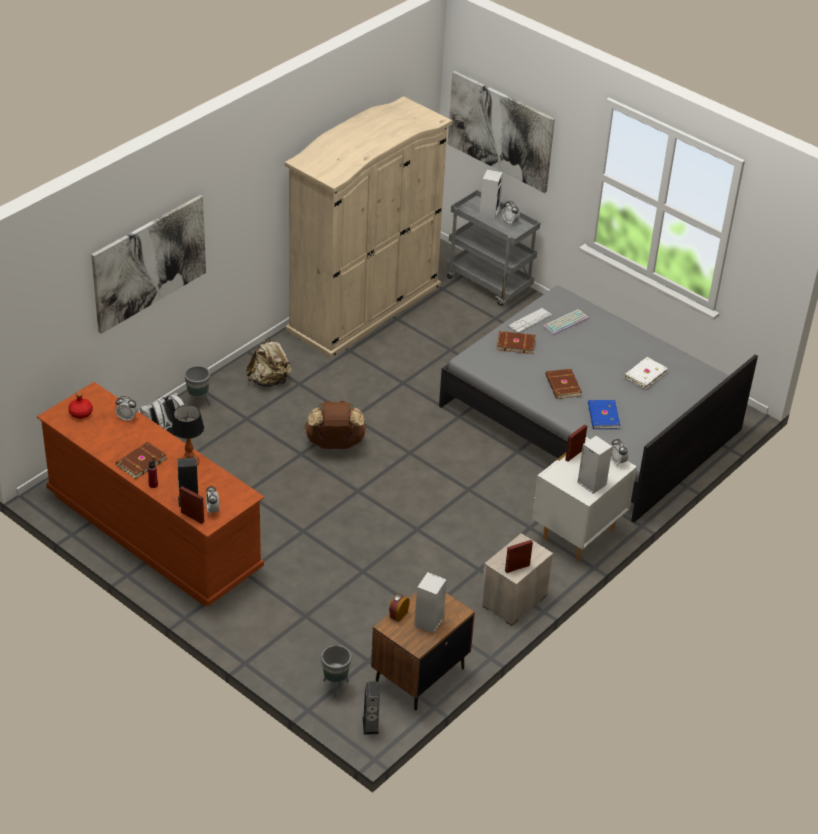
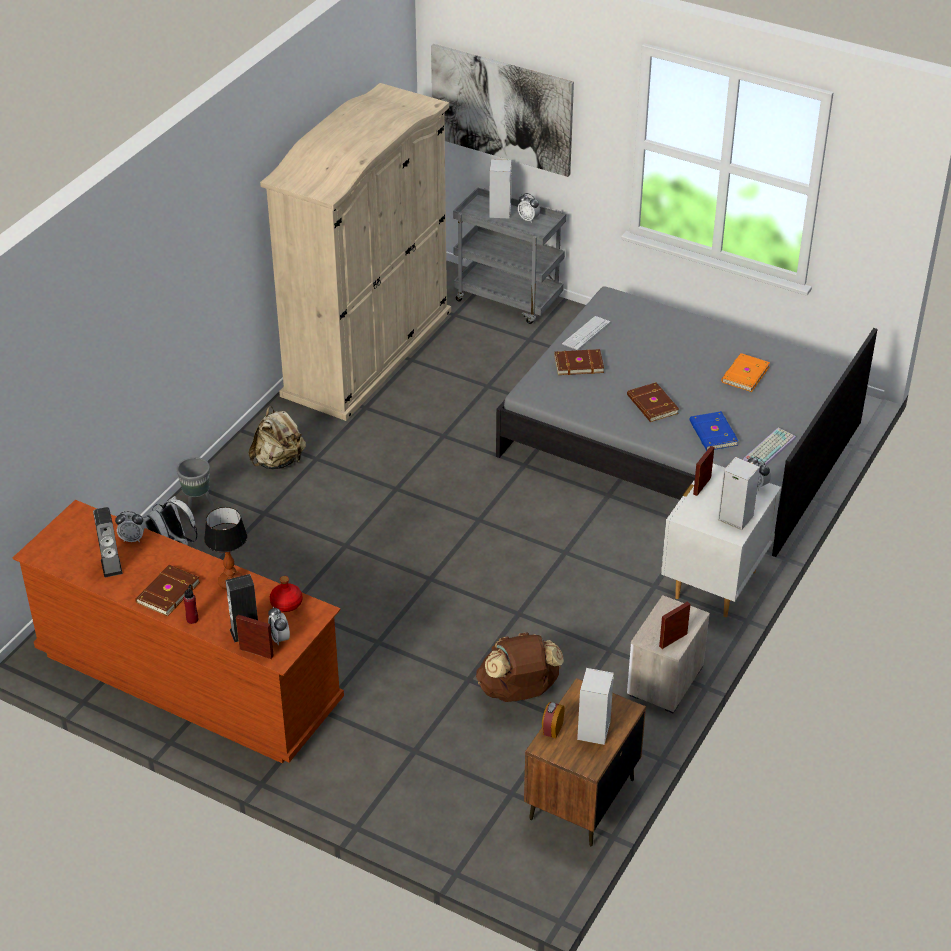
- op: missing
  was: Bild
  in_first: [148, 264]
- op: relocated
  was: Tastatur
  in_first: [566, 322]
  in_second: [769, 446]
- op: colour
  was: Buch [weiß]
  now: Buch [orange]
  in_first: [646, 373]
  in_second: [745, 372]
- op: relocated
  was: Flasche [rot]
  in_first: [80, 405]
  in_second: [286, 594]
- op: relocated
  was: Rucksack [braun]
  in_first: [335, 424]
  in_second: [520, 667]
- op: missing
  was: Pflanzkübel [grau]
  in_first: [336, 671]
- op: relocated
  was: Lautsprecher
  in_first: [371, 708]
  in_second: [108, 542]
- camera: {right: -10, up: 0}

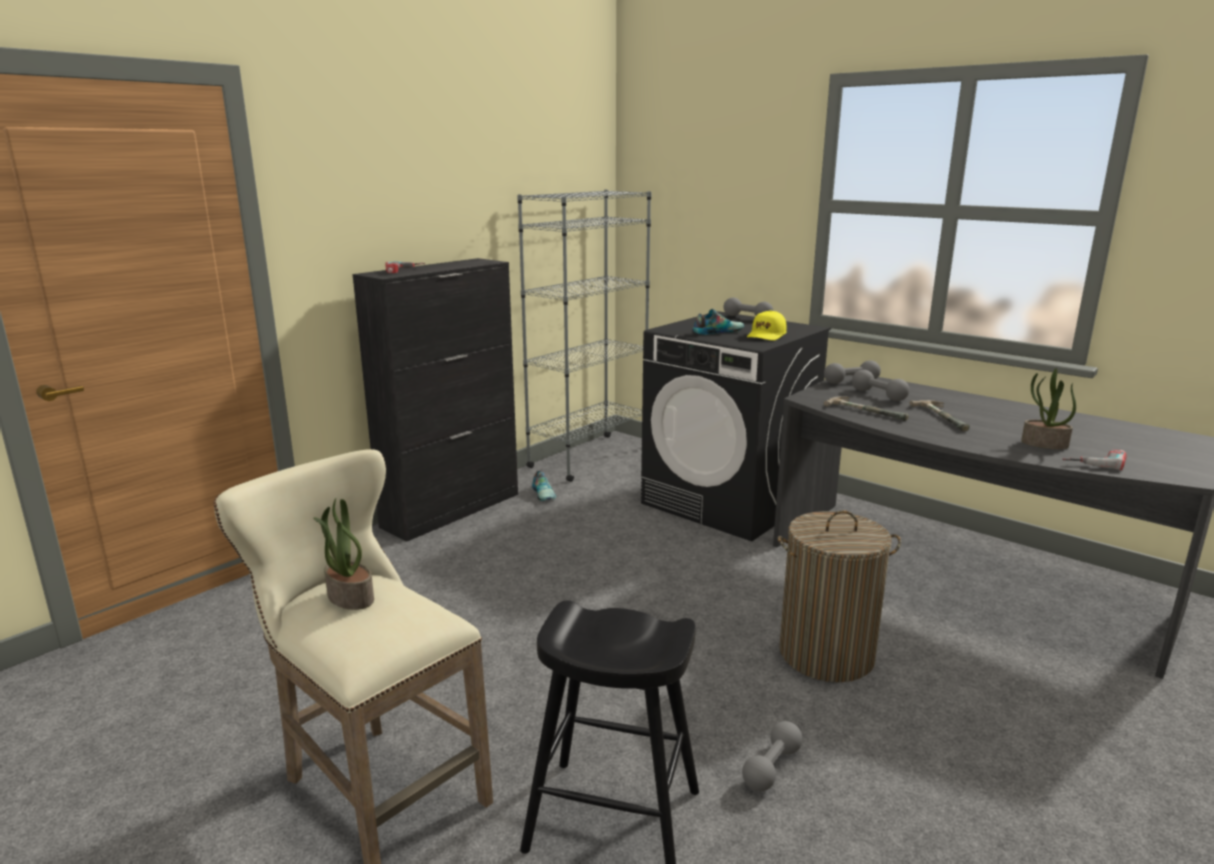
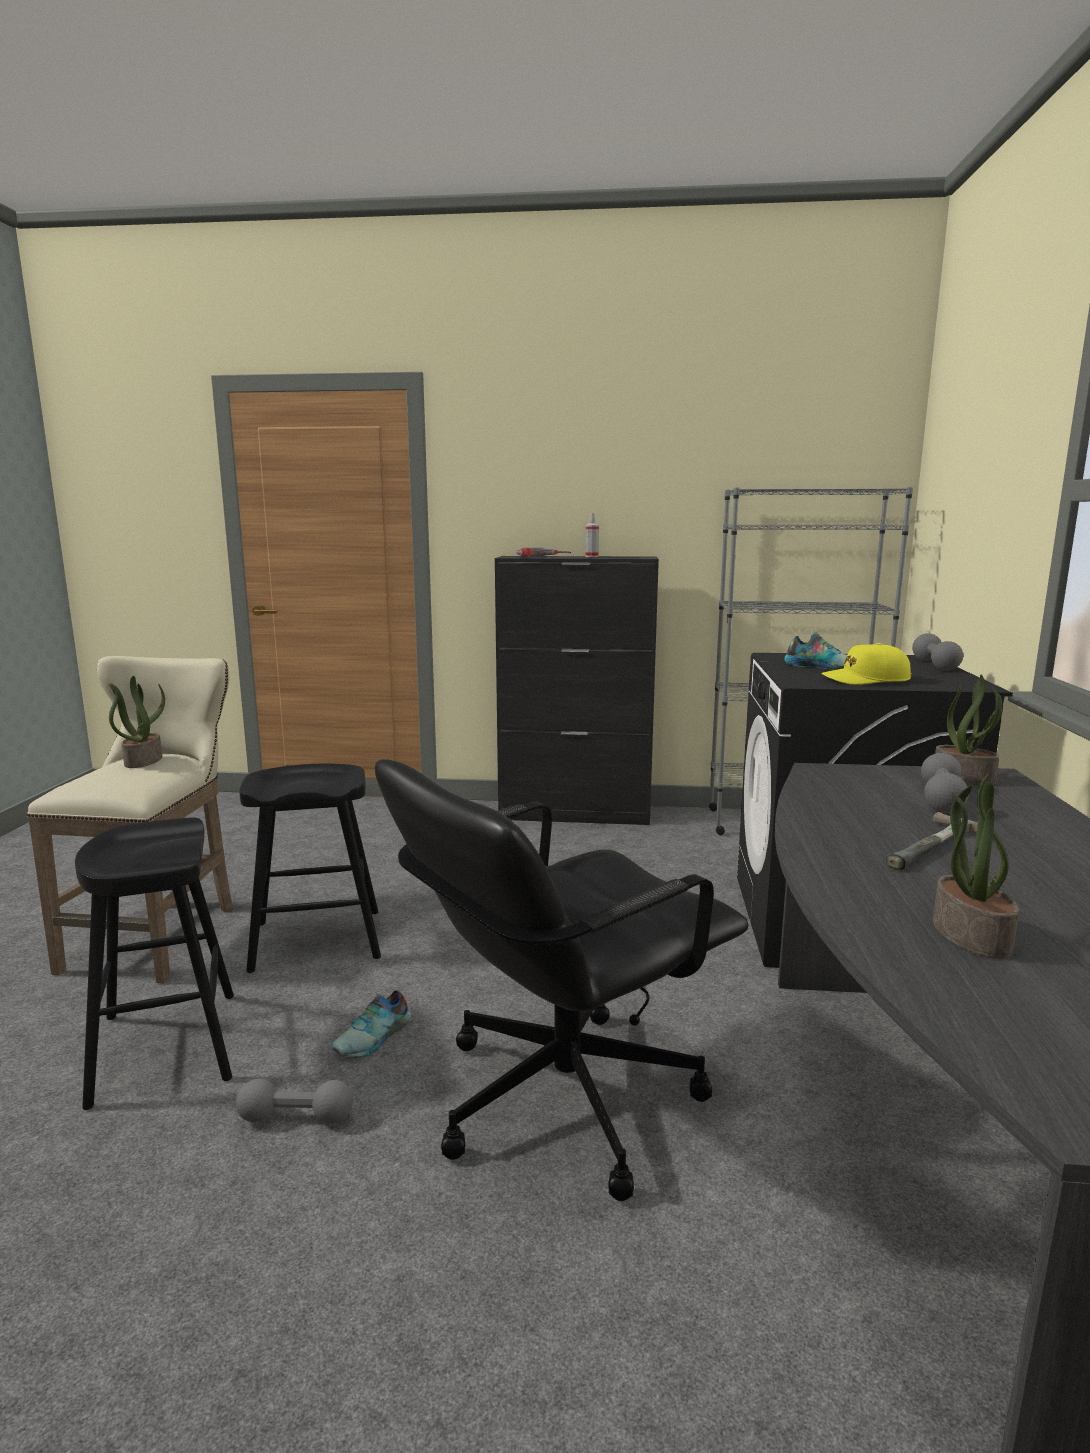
- op: exchanged
  was: Hantel [grau]
  now: Topfpflanze
  in_first: [852, 372]
  in_second: [968, 730]
- op: missing
  was: Hammer
  in_first: [866, 409]
- op: missing
  was: Bohrmaschine
  in_first: [1094, 460]
- op: relocated
  was: Schuh
  in_first: [544, 486]
  in_second: [371, 1024]
- op: exchanged
  was: Wäschekorb
  now: Bürostuhl [schwarz]
  in_first: [839, 596]
  in_second: [562, 980]
- op: appeared
  now: Sprühflasche
  in_second: [592, 535]
- op: appeared
  now: Hocker [schwarz]
  in_second: [310, 868]
- camera: {right: 55, up: -5}

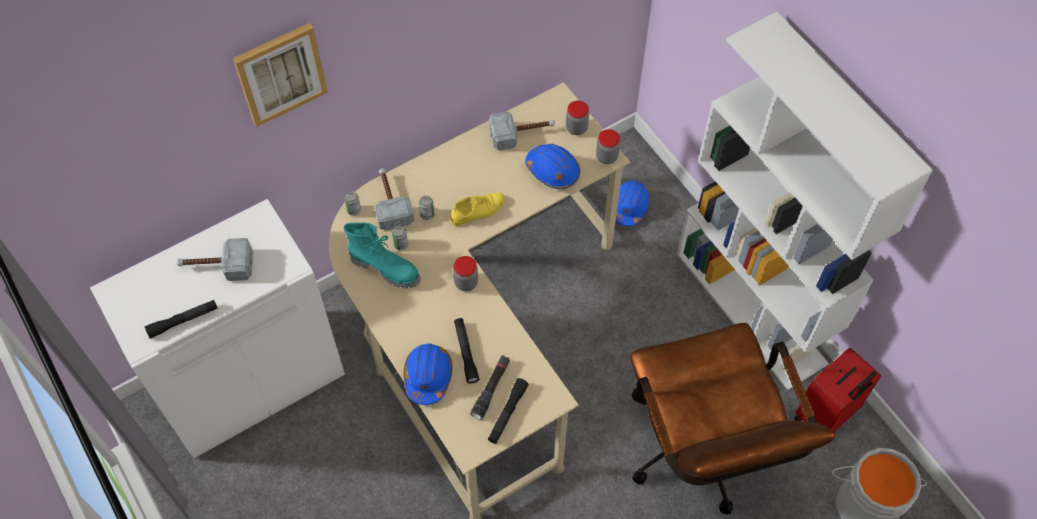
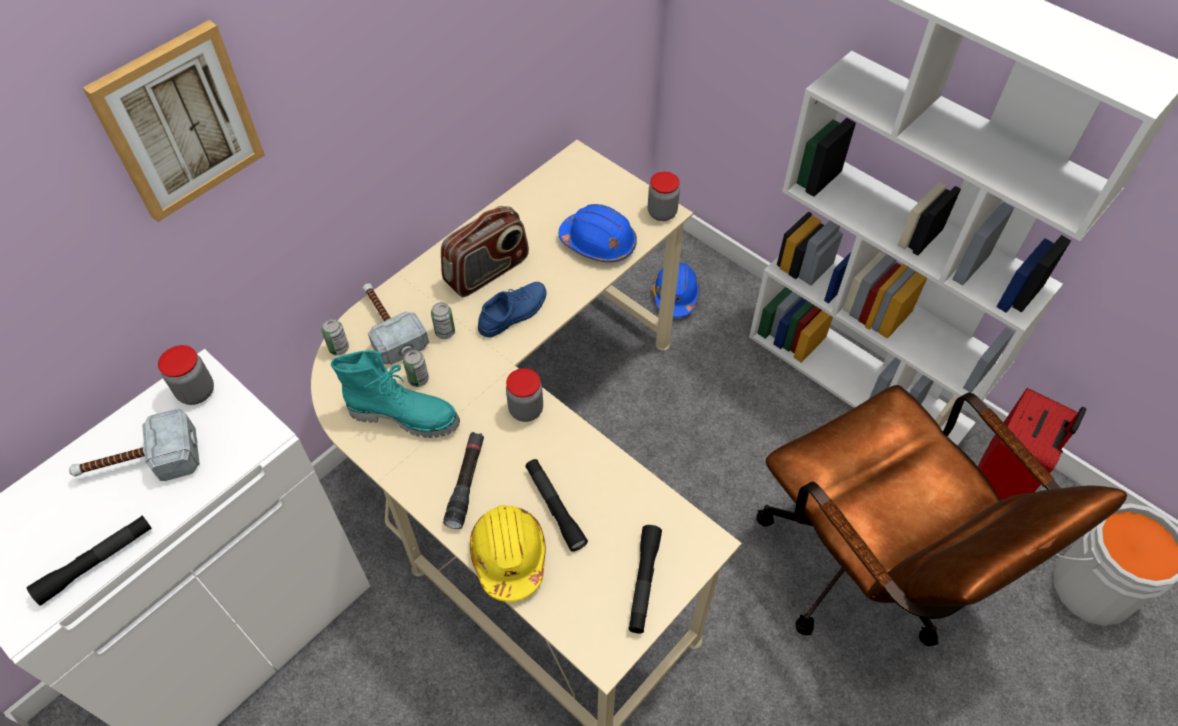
- op: relocated
  was: Vorratsglas
  in_first: [577, 118]
  in_second: [186, 375]
- op: missing
  was: Hammer
  in_first: [522, 131]
- op: colour
  was: Schuh [gelb]
  now: Schuh [blau]
  in_first: [477, 209]
  in_second: [512, 310]
- op: colour
  was: Schutzhelm [blau]
  now: Schutzhelm [gelb]
  in_first: [427, 374]
  in_second: [508, 553]
- op: relocated
  was: Taschenlampe [schwarz]
  in_first: [490, 387]
  in_second: [463, 480]
- op: appeared
  now: Radio
  in_second: [485, 251]
- camera: {right: -15, up: -5}

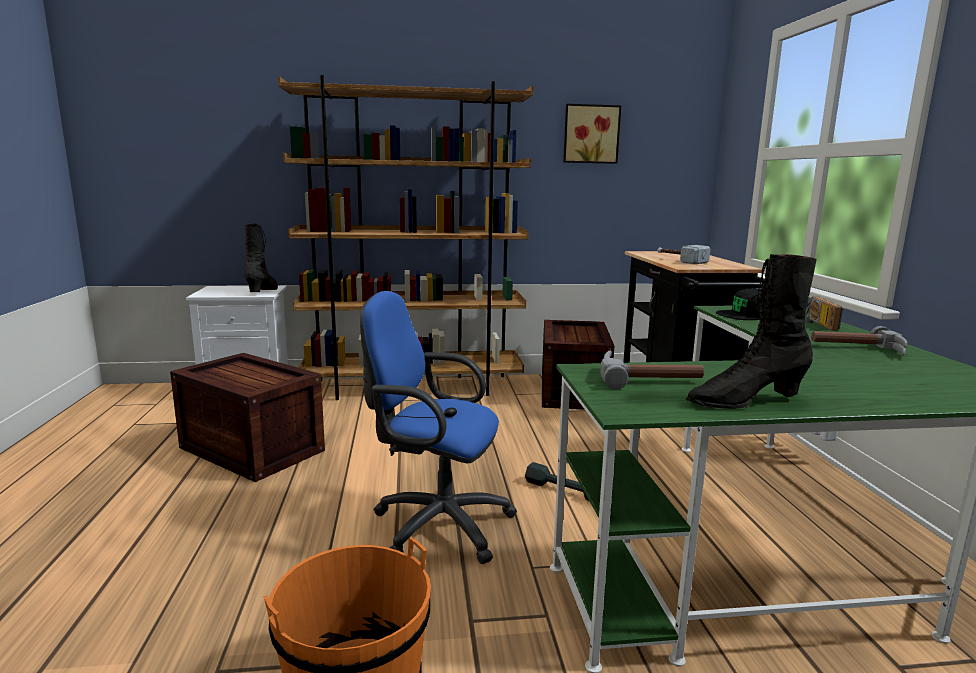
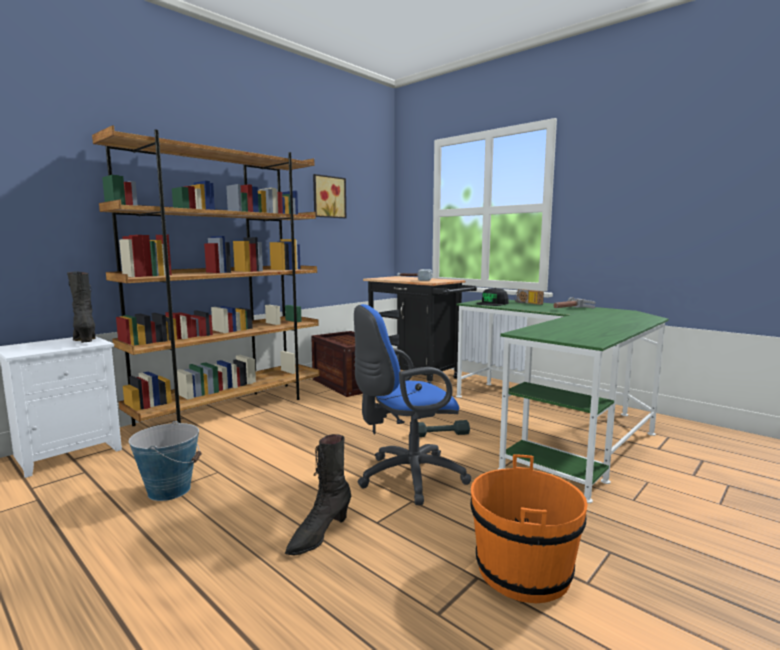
- op: relocated
  was: Stiefel [schwarz]
  in_first: [751, 331]
  in_second: [318, 494]
- op: missing
  was: Hammer
  in_first: [652, 370]
- op: exchanged
  was: Kiste
  now: Eimer
  in_first: [247, 417]
  in_second: [165, 461]
- camera: {right: -40, up: -5}

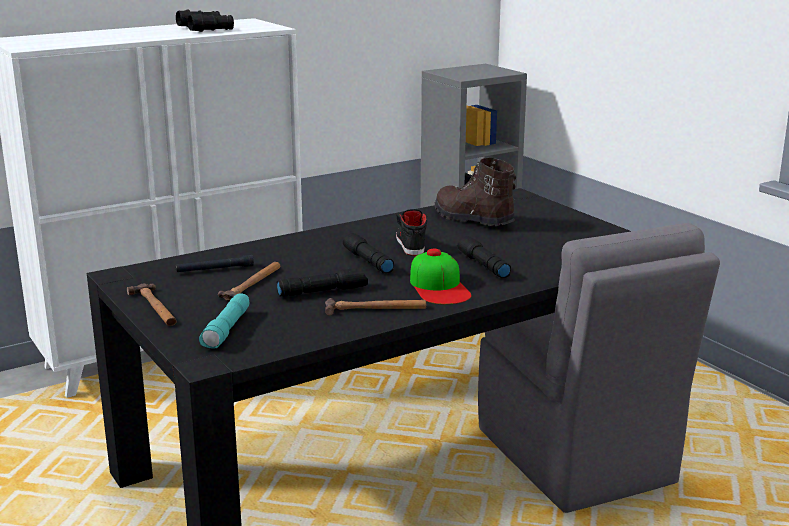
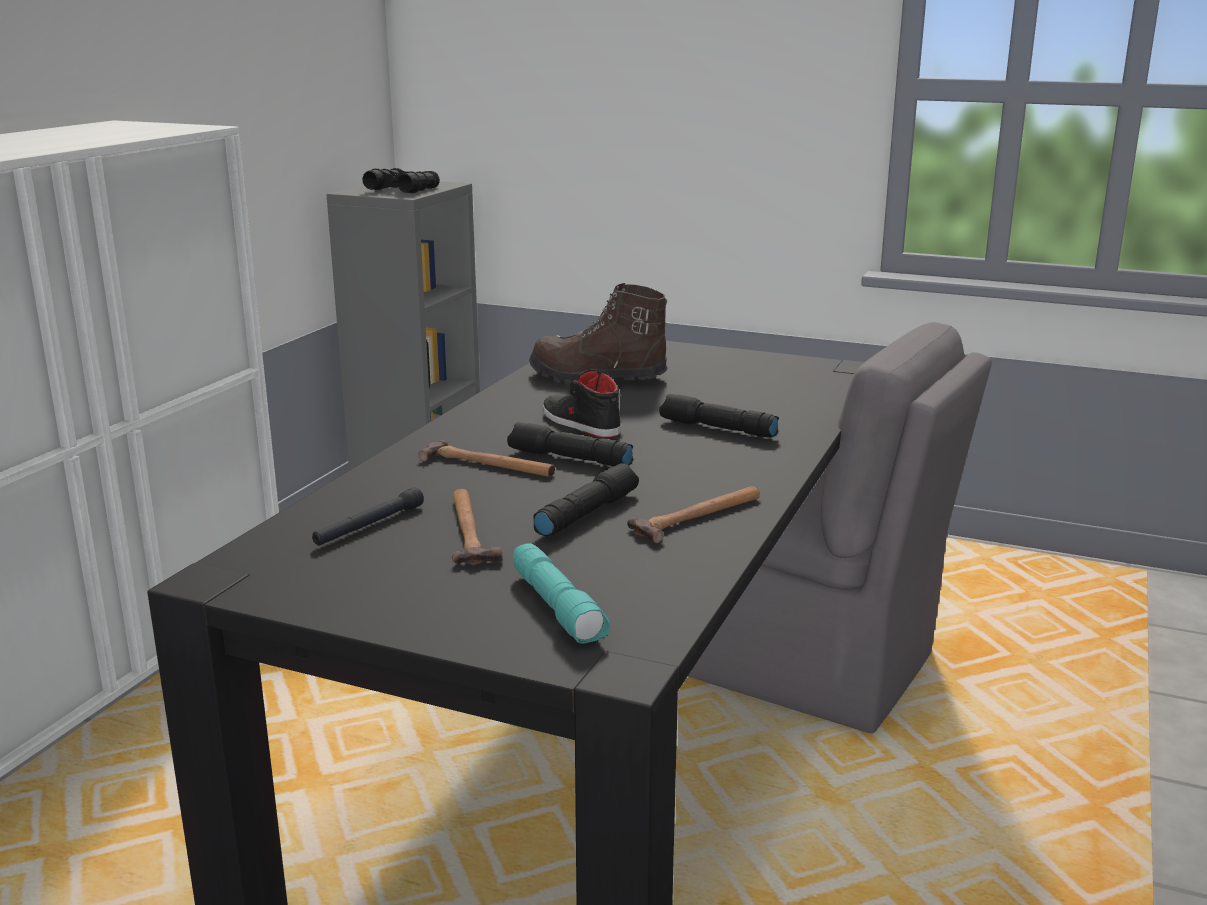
- op: relocated
  was: Fernglas [schwarz]
  in_first: [205, 20]
  in_second: [401, 180]
- op: missing
  was: Kappe
  in_first: [440, 277]
- op: relocated
  was: Hammer
  in_first: [151, 305]
  in_second: [486, 458]
- camera: {right: -35, up: 0}

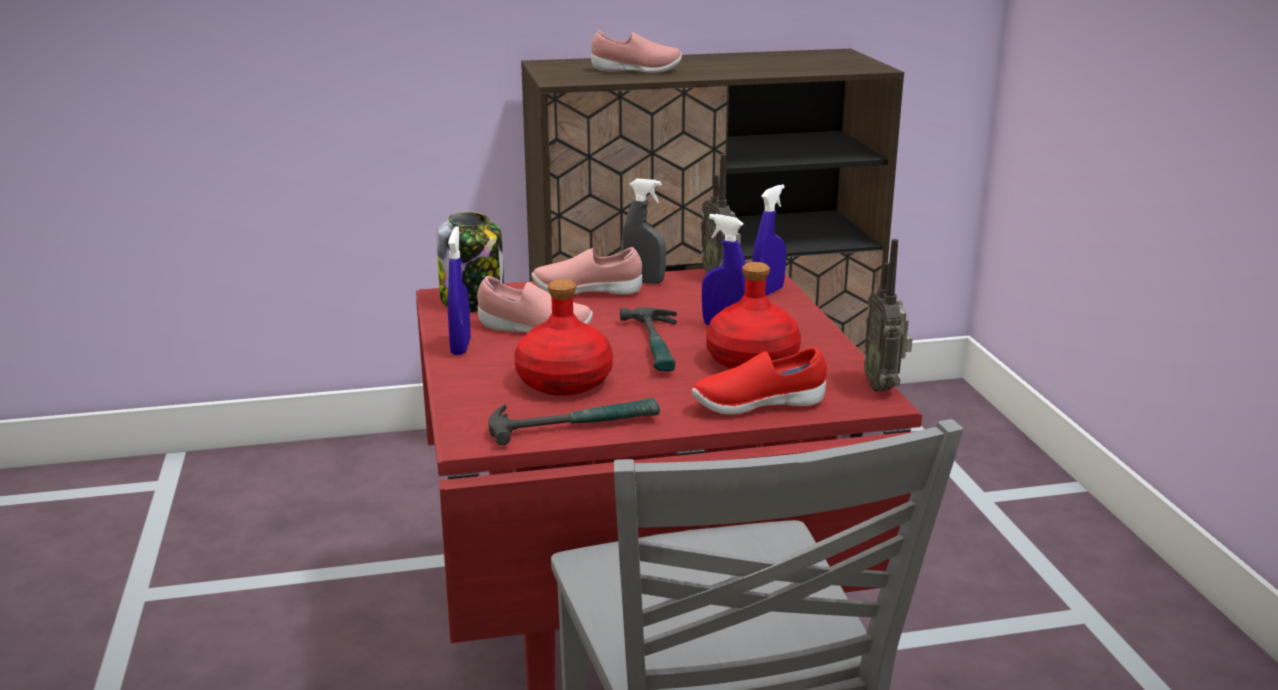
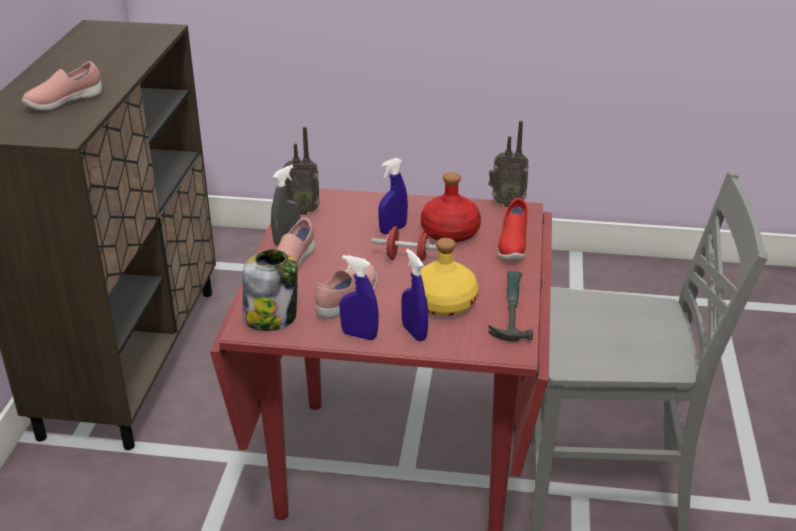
- op: spun
  was: Schuh [rosa]
  in_first: [636, 51]
  in_second: [62, 86]
  clockwise: -150
- op: relocated
  was: Sprühflasche [blau]
  in_first: [769, 240]
  in_second: [414, 295]
- op: colour
  was: Flasche [rot]
  now: Flasche [gelb]
  in_first: [563, 337]
  in_second: [444, 277]
- op: exchanged
  was: Hammer
  now: Hantel [rot]
  in_first: [648, 339]
  in_second: [404, 244]
- camera: {right: -70, up: 10}

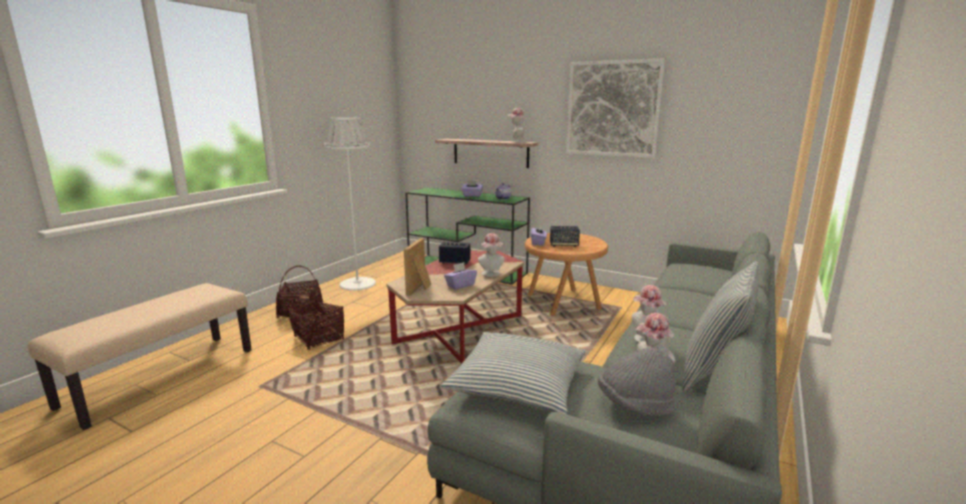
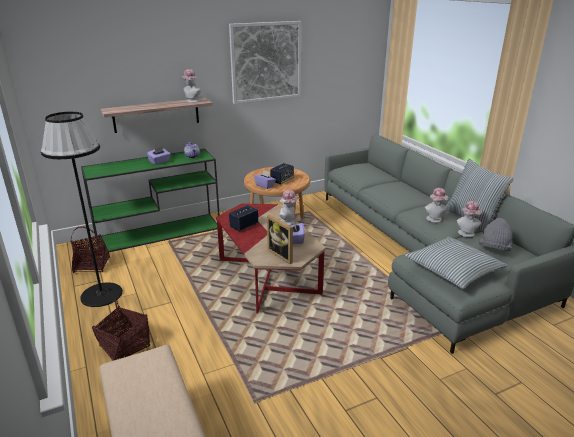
- op: colour
  was: Stehlampe [weiß]
  now: Stehlampe [schwarz]
  in_first: [349, 204]
  in_second: [82, 209]
- op: relocated
  was: Korb
  in_first: [316, 317]
  in_second: [90, 249]
- camera: {right: -55, up: 10}

